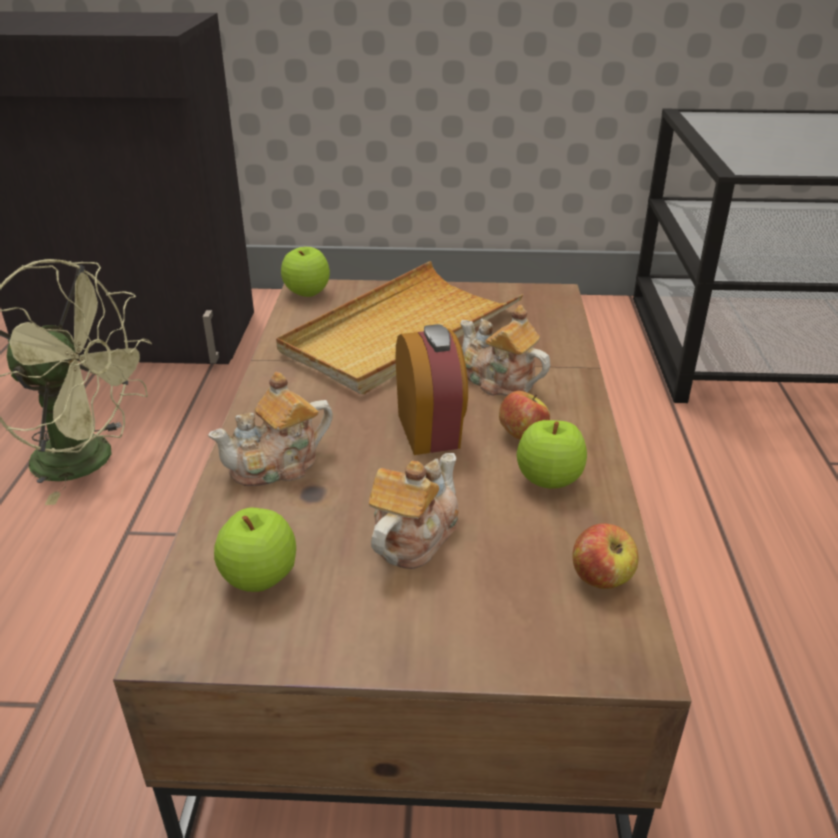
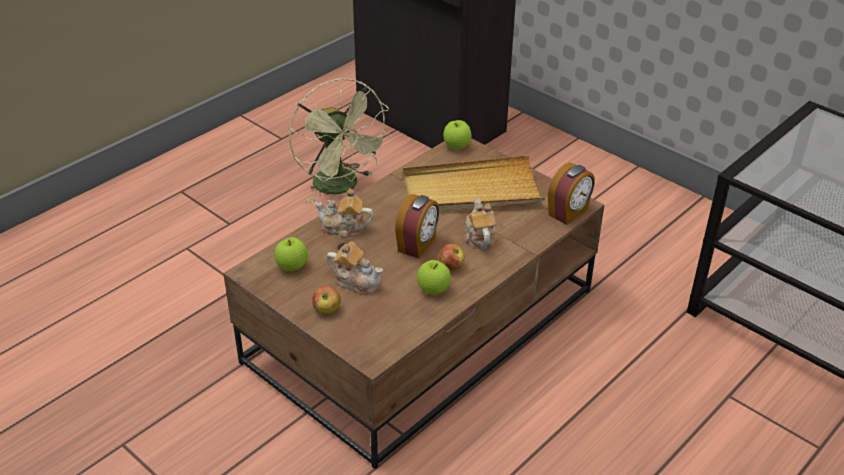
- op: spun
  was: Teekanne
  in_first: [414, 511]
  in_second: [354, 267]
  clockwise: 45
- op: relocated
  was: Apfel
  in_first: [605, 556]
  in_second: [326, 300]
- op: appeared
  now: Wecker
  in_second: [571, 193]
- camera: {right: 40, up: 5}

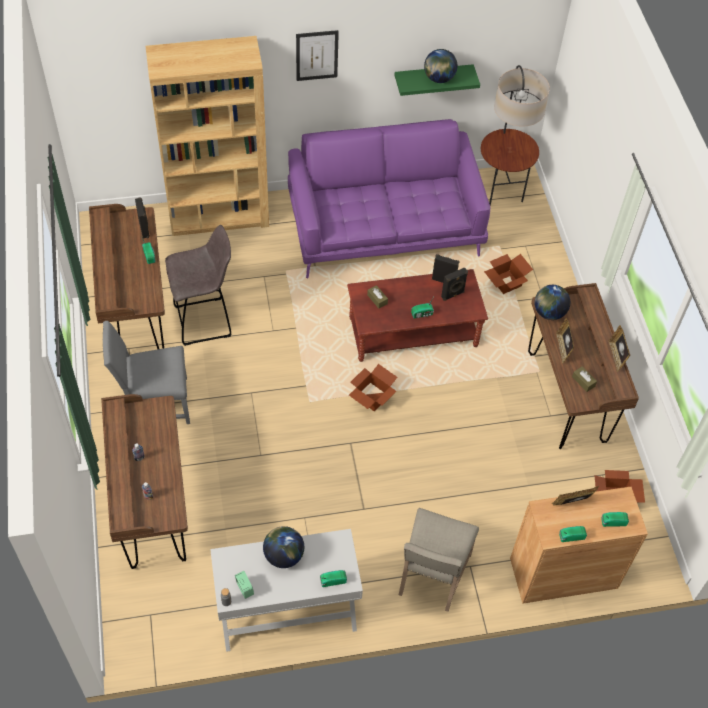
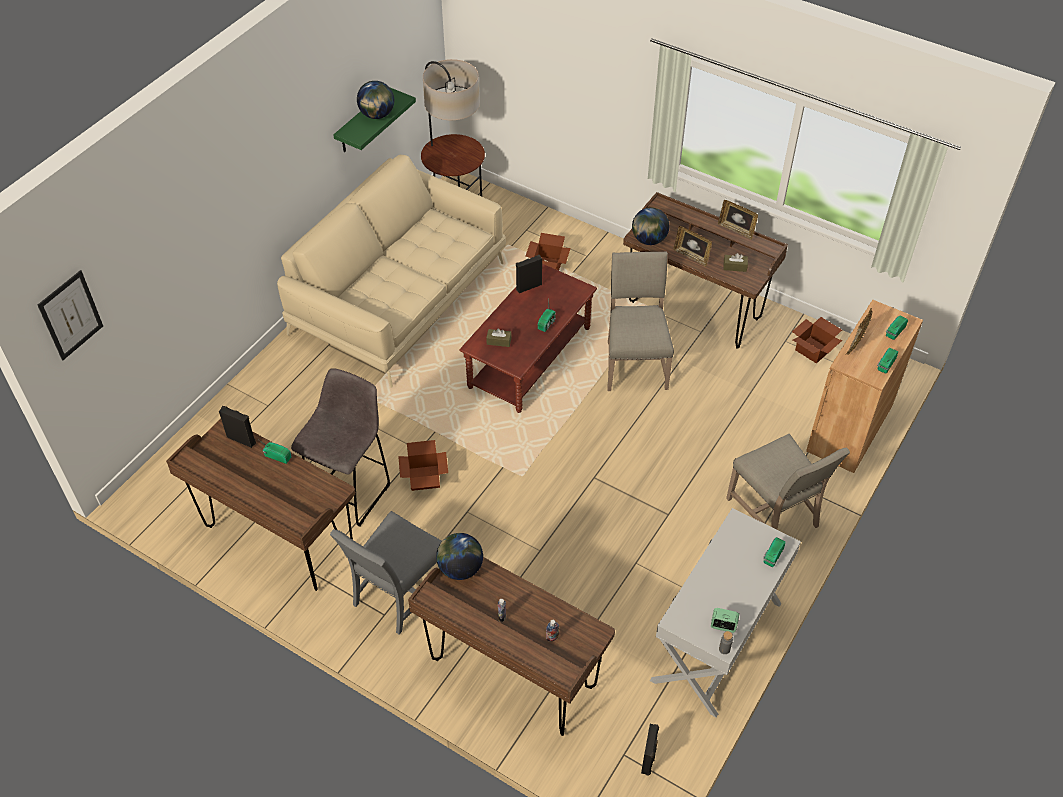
- op: relocated
  was: Bild
  in_first: [317, 55]
  in_second: [70, 315]
- op: missing
  was: Bücherregal [braun]
  in_first: [207, 136]
- op: colour
  was: Sofa [lila]
  now: Sofa [beige]
  in_first: [389, 199]
  in_second: [391, 271]
- op: relocated
  was: Lautsprecher [schwarz]
  in_first: [454, 284]
  in_second: [650, 750]
- op: relocated
  was: Karton
  in_first: [373, 387]
  in_second: [423, 465]
- op: relocated
  was: Globus
  in_first: [283, 547]
  in_second: [459, 556]
- op: appeared
  now: Stuhl [beige]
  in_second: [640, 321]
- camera: {right: -45, up: -5}

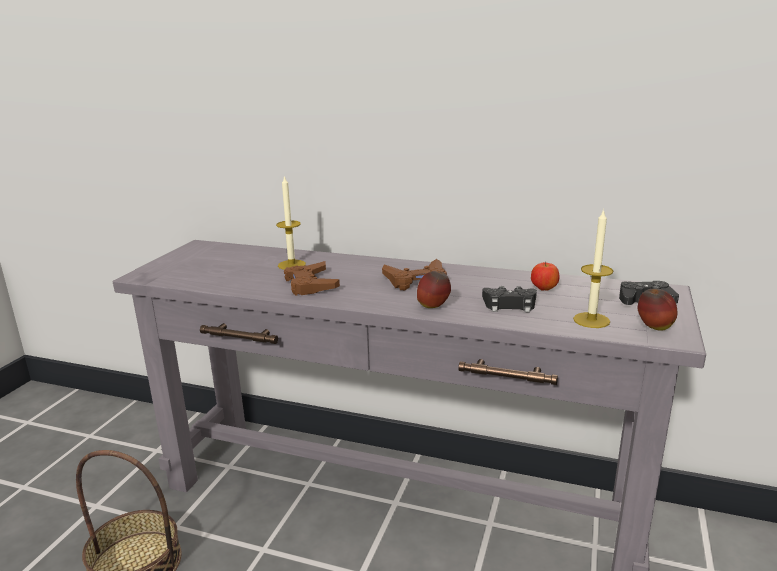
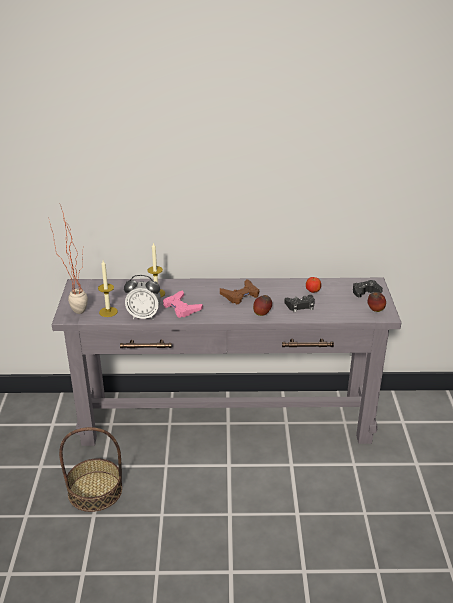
- op: relocated
  was: Kerze
  in_first: [593, 268]
  in_second: [108, 288]
- op: colour
  was: Gamepad [braun]
  now: Gamepad [rosa]
  in_first: [312, 278]
  in_second: [183, 304]
- op: appeared
  now: Topfpflanze
  in_second: [68, 259]
- op: appeared
  now: Wecker
  in_second: [142, 297]
- camera: {right: -20, up: 10}

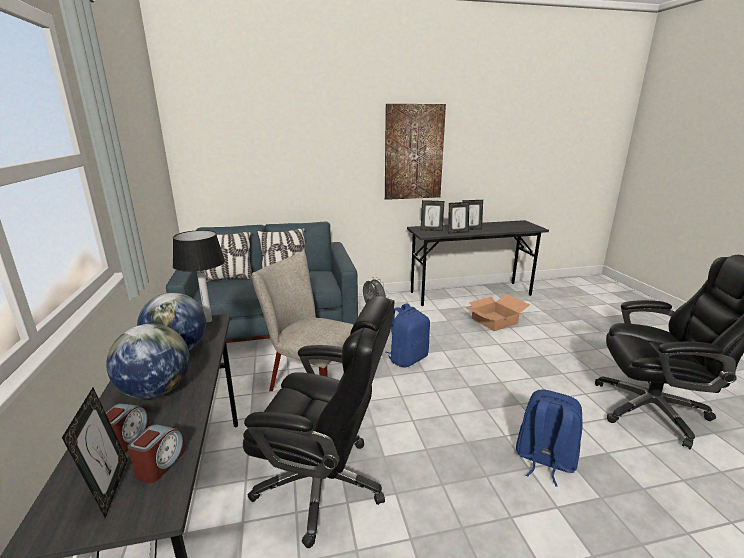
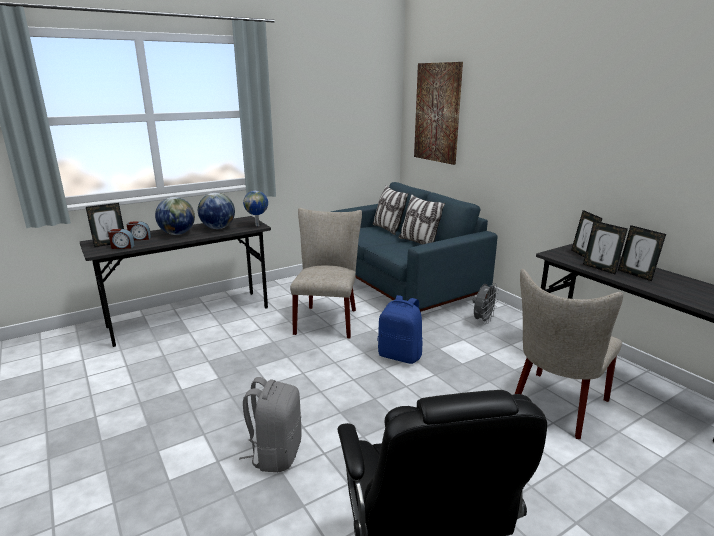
- op: relocated
  was: Bild
  in_first: [415, 152]
  in_second: [438, 113]
- op: exchanged
  was: Tischlampe
  now: Globus
  in_first: [199, 276]
  in_second: [255, 208]
- op: exchanged
  was: Karton
  now: Stuhl [beige]
  in_first: [496, 312]
  in_second: [569, 354]
- op: missing
  was: Bürostuhl [schwarz]
  in_first: [319, 422]
- op: colour
  was: Rucksack [blau]
  now: Rucksack [grau]
  in_first: [549, 438]
  in_second: [270, 424]
- camera: {right: 70, up: 0}

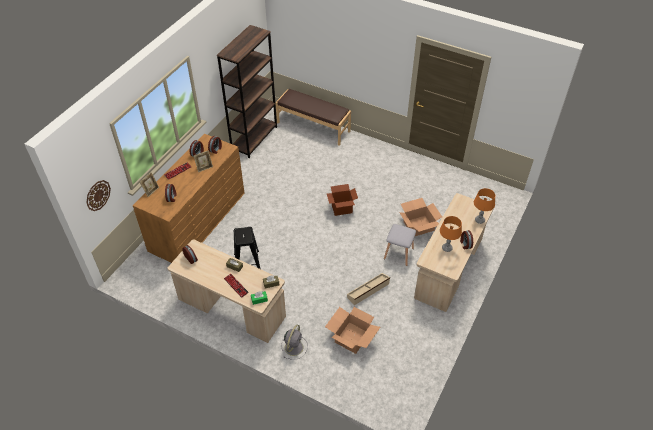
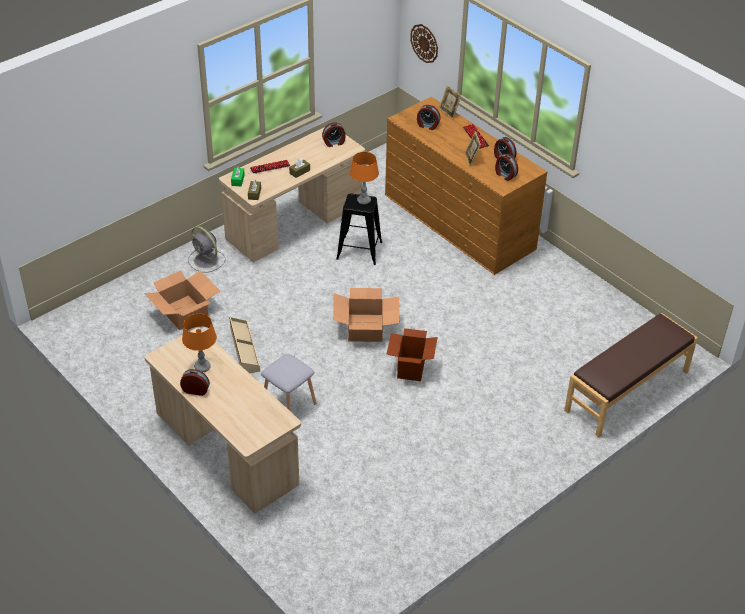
- op: missing
  was: Bücherregal [braun]
  in_first: [247, 91]
- op: relocated
  was: Tischlampe [orange]
  in_first: [484, 206]
  in_second: [364, 178]
- op: relocated
  was: Karton
  in_first: [420, 217]
  in_second: [366, 315]
- camera: {right: 110, up: -5}

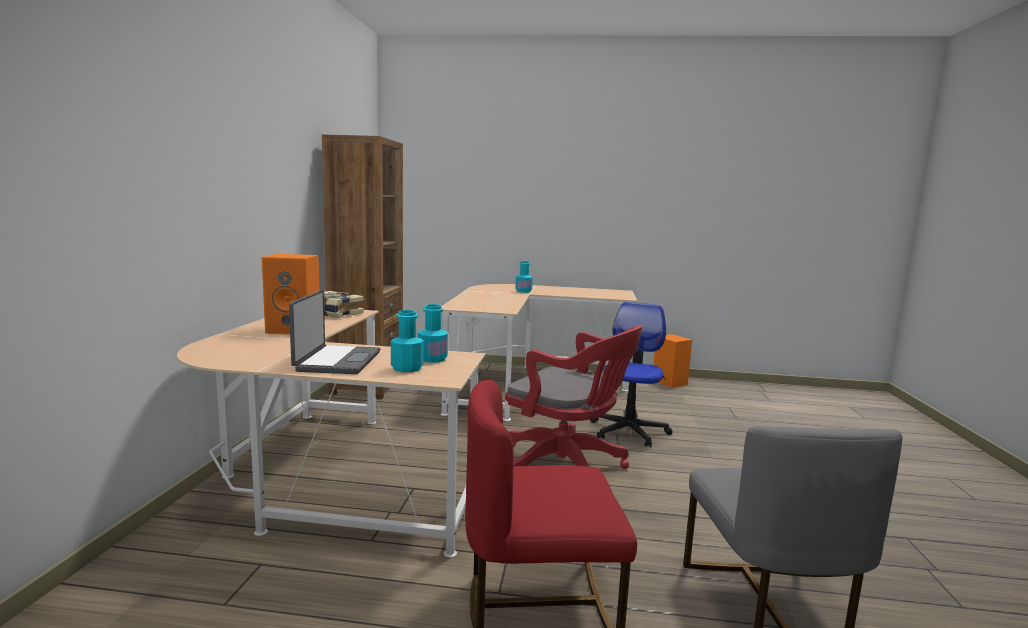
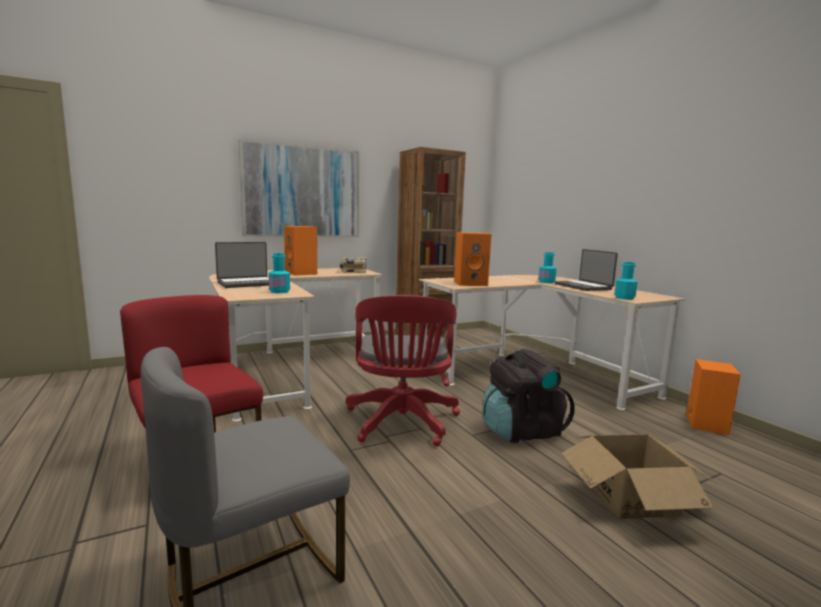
- op: exchanged
  was: Bürostuhl
  now: Rucksack [schwarz]
  in_first: [631, 374]
  in_second: [528, 396]
- op: relocated
  was: Flasche [türkis]
  in_first: [407, 341]
  in_second: [626, 281]
- op: appeared
  now: Bild
  in_second: [299, 188]
- op: appeared
  now: Lautsprecher [orange]
  in_second: [473, 259]
- op: appeared
  now: Laptop
  in_second: [586, 270]
- op: appeared
  now: Karton
  in_second: [640, 476]
- camera: {right: 55, up: 0}

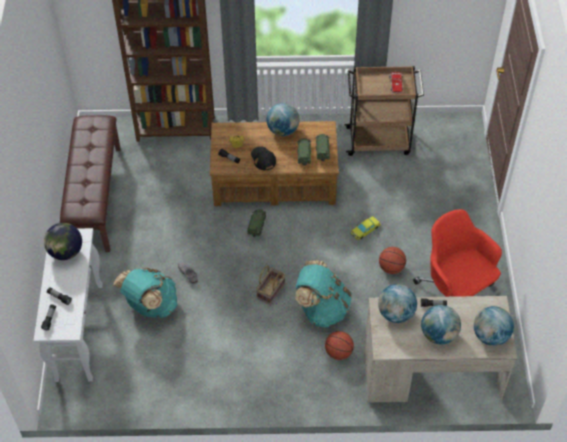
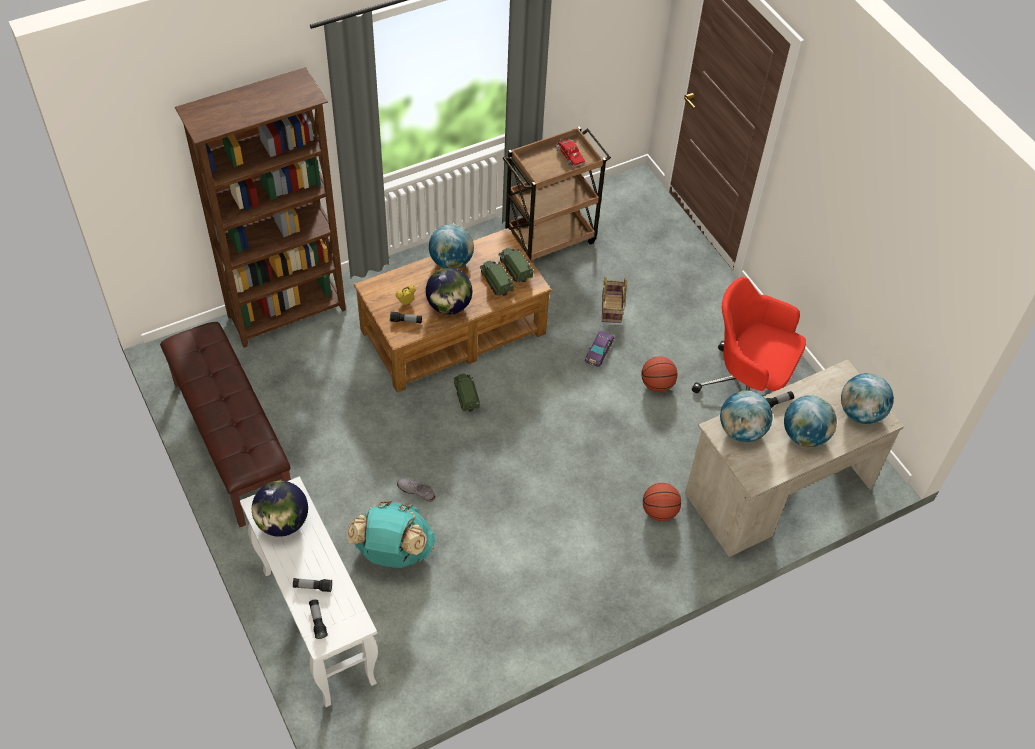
- op: exchanged
  was: Kappe [schwarz]
  now: Globus
  in_first: [263, 158]
  in_second: [449, 291]
- op: colour
  was: Spielzeugauto [gelb]
  now: Spielzeugauto [lila]
  in_first: [366, 228]
  in_second: [599, 349]
- op: missing
  was: Rucksack [türkis]
  in_first: [323, 294]
- op: relocated
  was: Korb
  in_first: [270, 285]
  in_second: [614, 300]
- camera: {right: -30, up: 0}

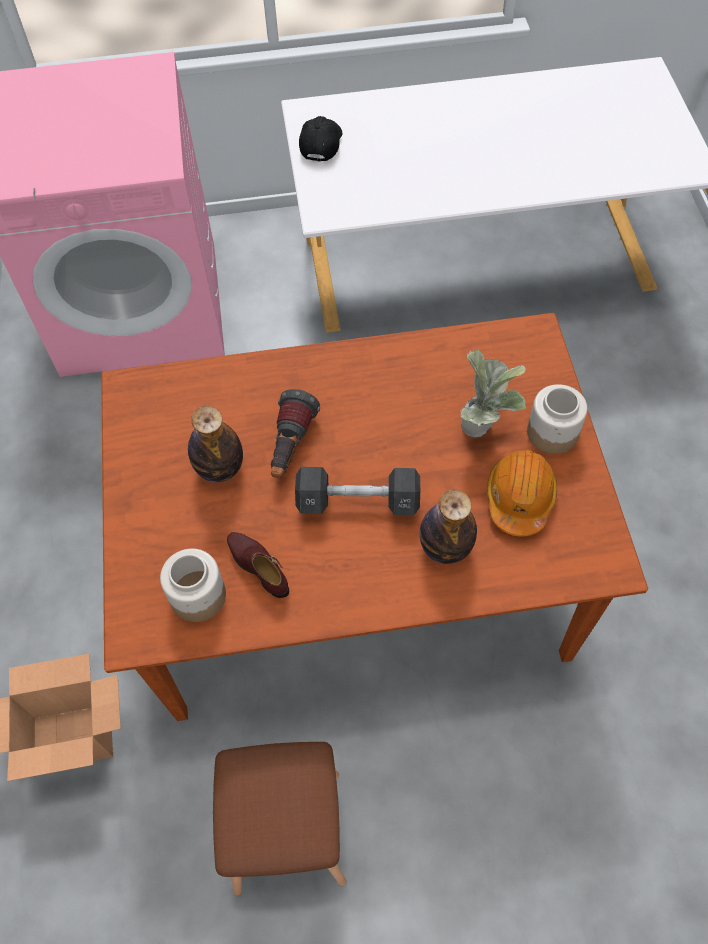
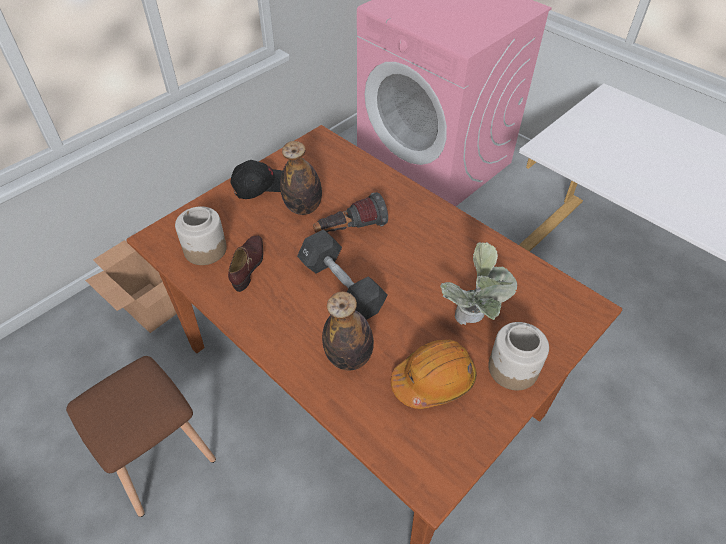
- op: relocated
  was: Kappe [schwarz]
  in_first: [321, 139]
  in_second: [256, 179]
- camera: {right: 50, up: -10}

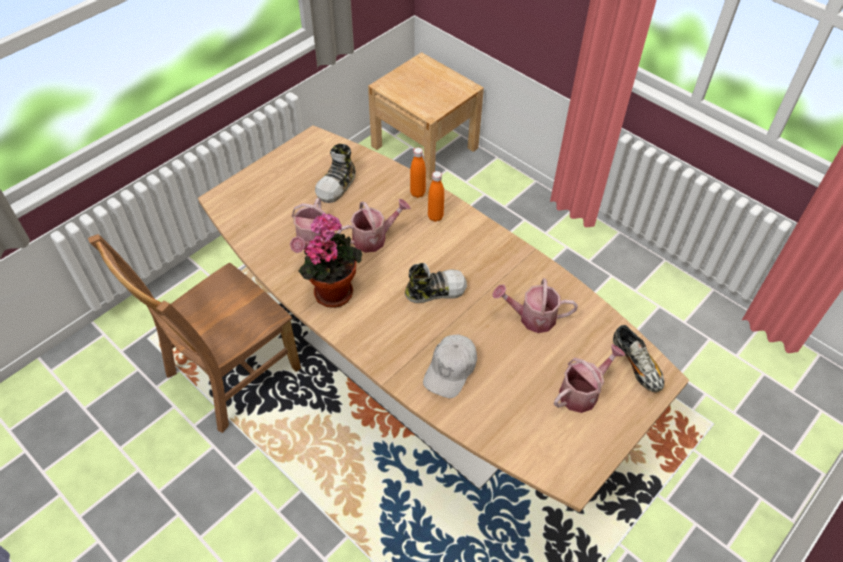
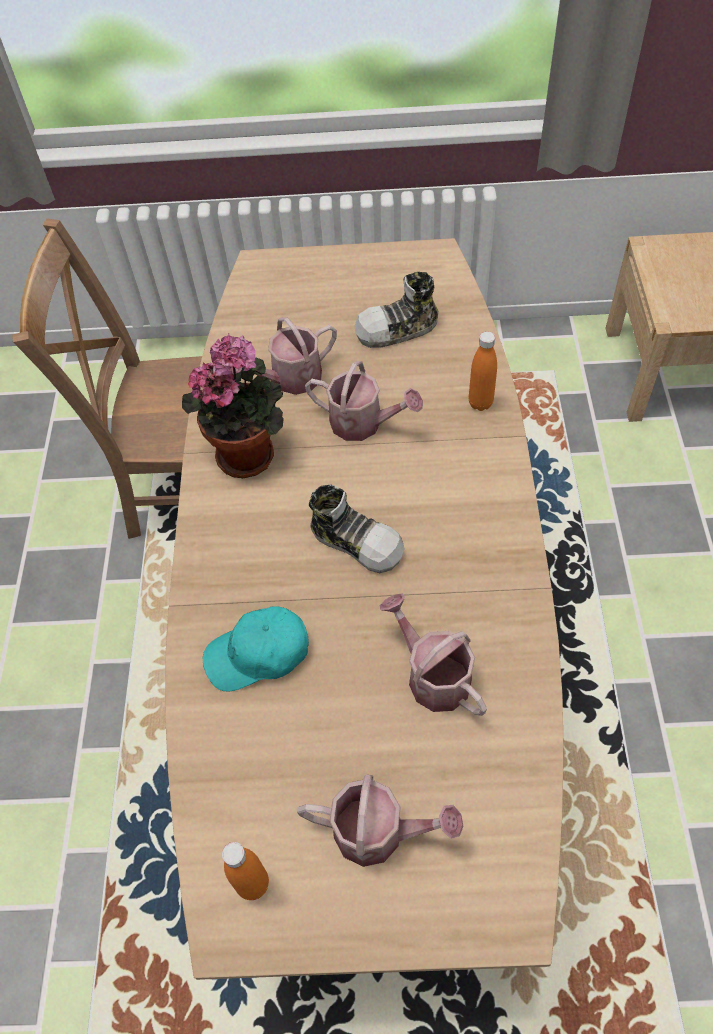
- op: relocated
  was: Flasche [orange]
  in_first: [436, 196]
  in_second: [245, 871]
- op: missing
  was: Schuh
  in_first: [638, 358]
- op: colour
  was: Kappe [weiß]
  now: Kappe [türkis]
  in_first: [450, 366]
  in_second: [256, 648]
- camera: {right: 50, up: 5}

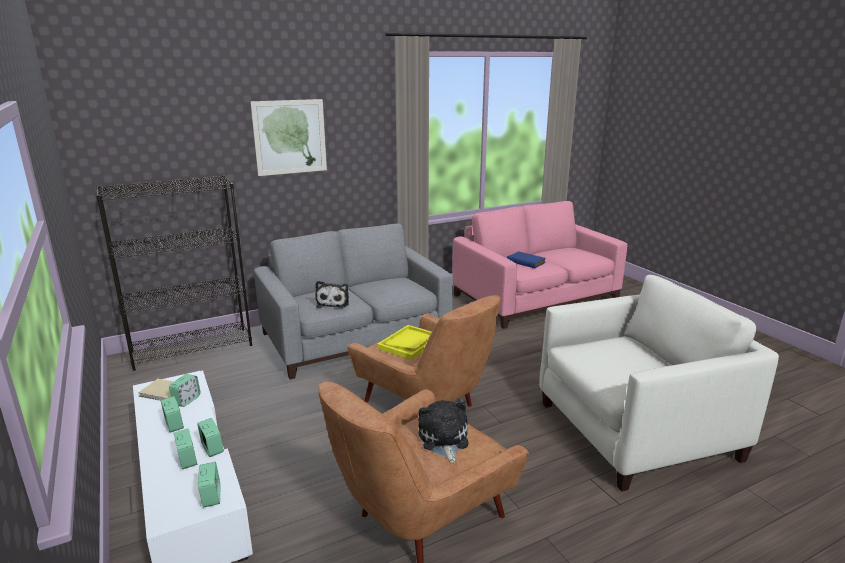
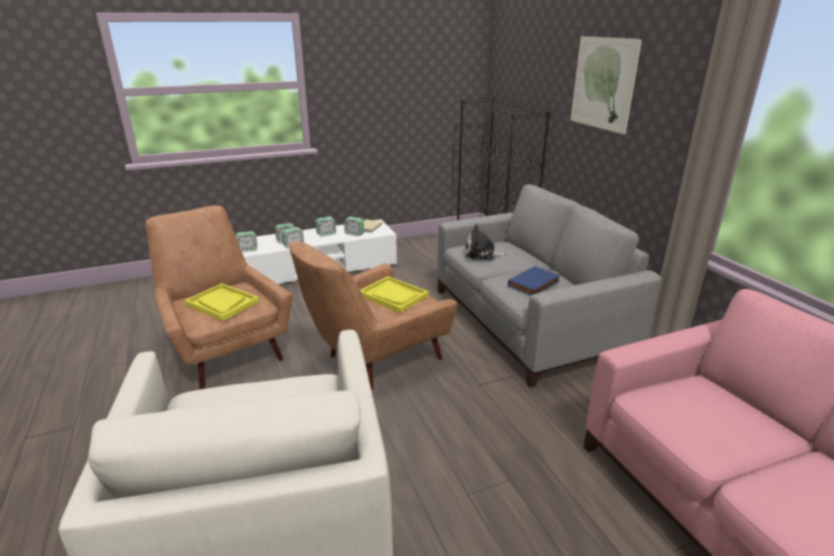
- op: relocated
  was: Buch [blau]
  in_first: [526, 259]
  in_second: [534, 280]
- op: exchanged
  was: Plüschtier
  now: Tablett [gelb]
  in_first: [443, 431]
  in_second: [222, 302]
- camera: {right: 95, up: 5}

